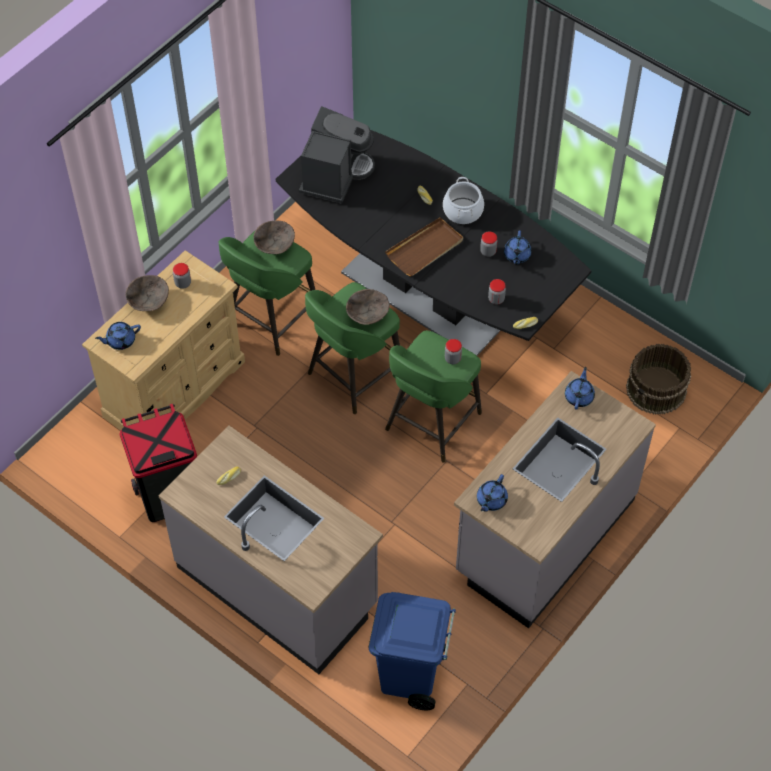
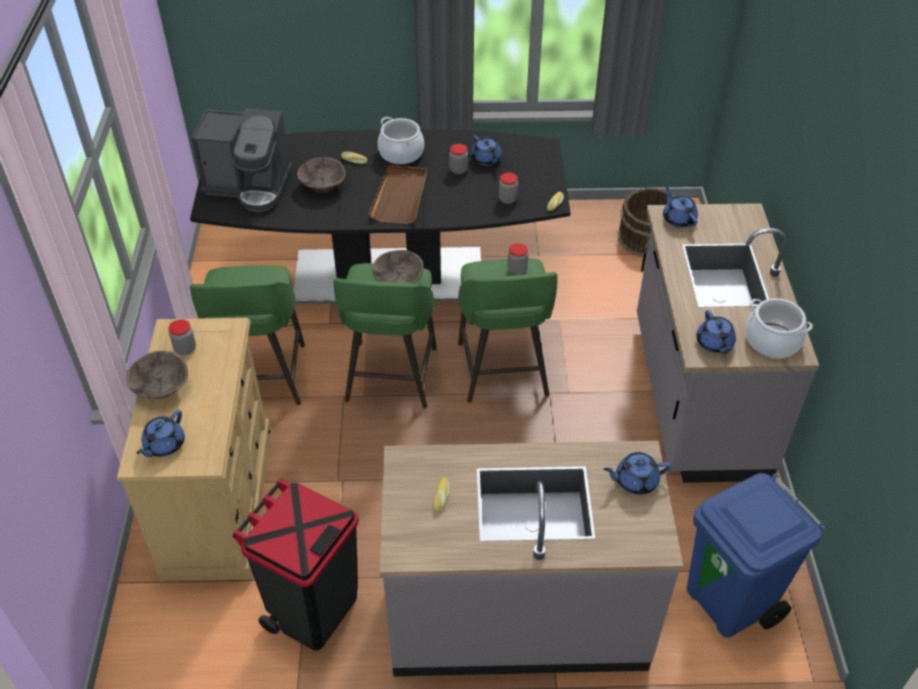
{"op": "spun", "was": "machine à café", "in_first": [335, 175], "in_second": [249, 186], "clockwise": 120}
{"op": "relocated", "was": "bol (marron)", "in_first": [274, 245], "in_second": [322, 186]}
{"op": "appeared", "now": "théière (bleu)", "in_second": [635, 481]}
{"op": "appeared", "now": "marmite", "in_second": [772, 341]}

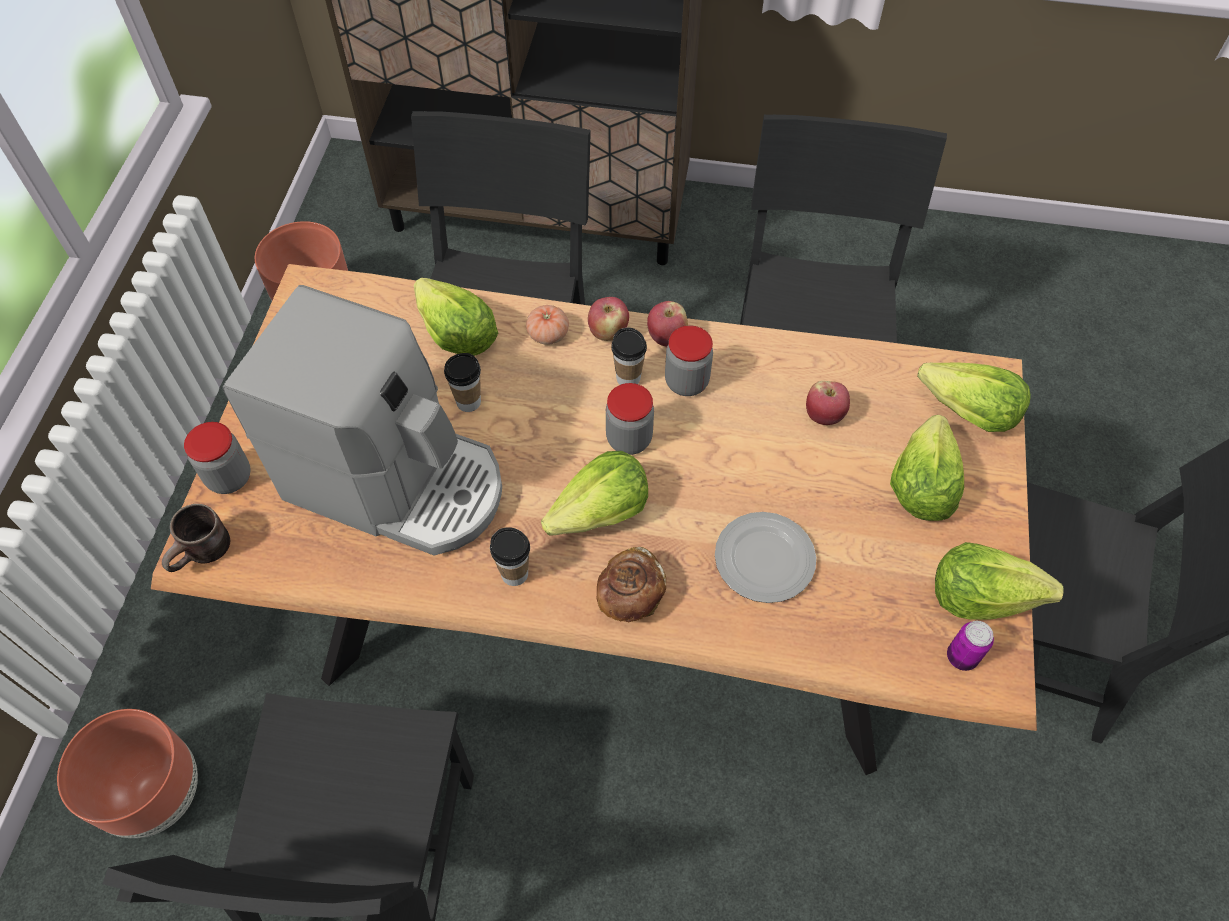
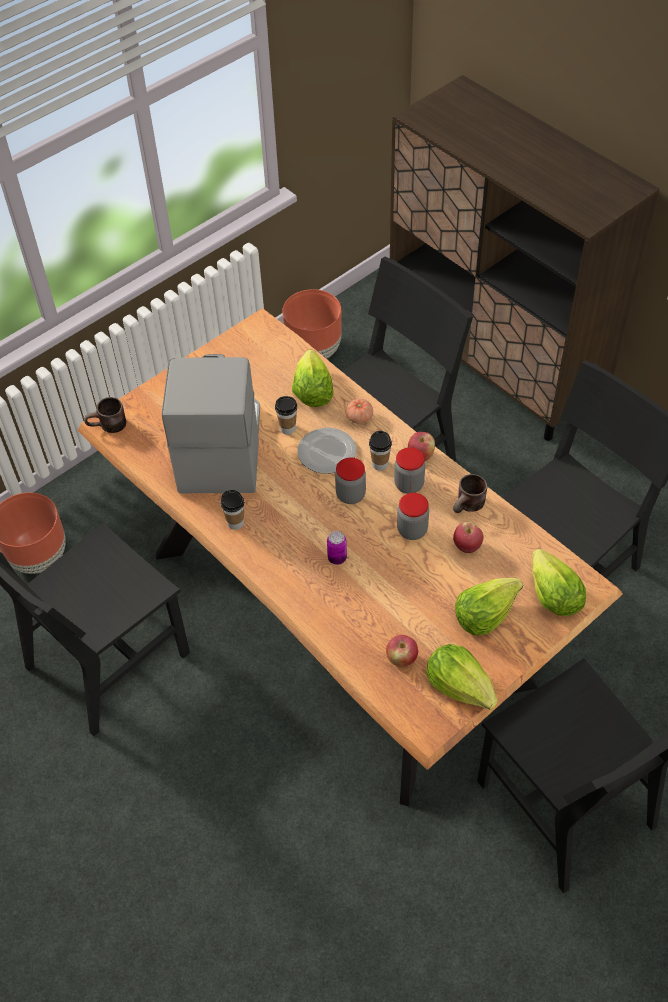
{"op": "spun", "was": "machine à café", "in_first": [397, 482], "in_second": [220, 447], "clockwise": -150}
{"op": "relocated", "was": "assiette", "in_first": [763, 559], "in_second": [326, 452]}
{"op": "relocated", "was": "boîte métallique", "in_first": [961, 657], "in_second": [337, 558]}
{"op": "relocated", "was": "pomme", "in_first": [608, 332], "in_second": [401, 659]}
{"op": "relocated", "was": "bocal", "in_first": [229, 477], "in_second": [412, 530]}
{"op": "appeared", "now": "mug (marron)", "in_second": [469, 507]}
{"op": "missing", "was": "laitue", "in_first": [600, 513]}
{"op": "missing", "was": "pain", "in_first": [630, 596]}

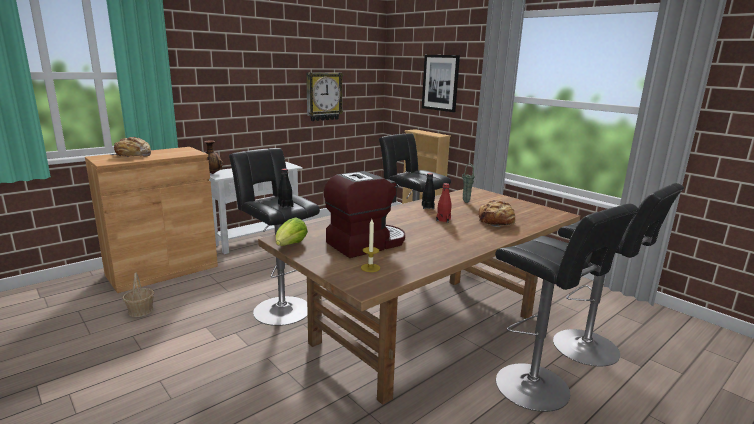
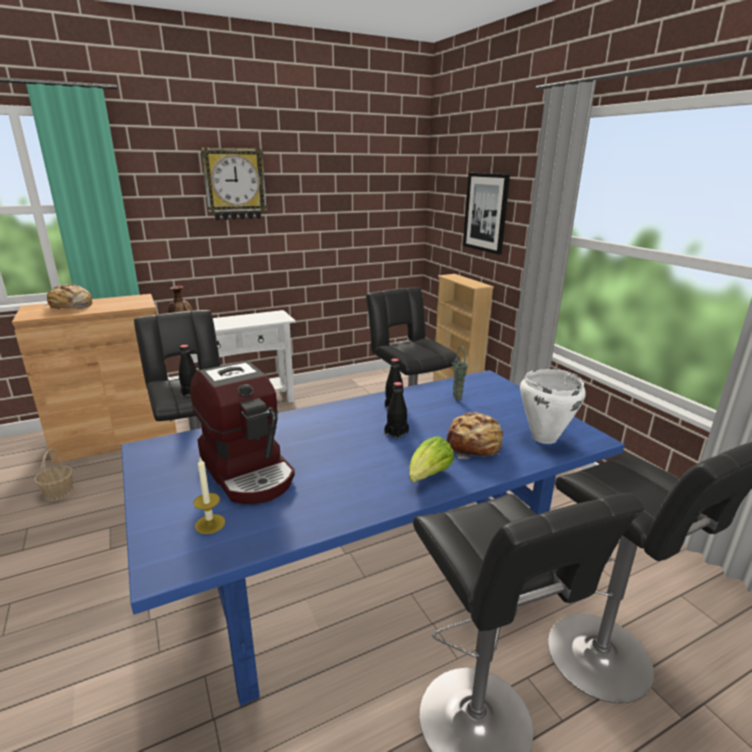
{"op": "colour", "was": "table à manger (marron)", "now": "table à manger (bleu)", "in_first": [428, 328], "in_second": [375, 574]}
{"op": "spun", "was": "machine à café", "in_first": [366, 243], "in_second": [248, 470], "clockwise": 75}
{"op": "relocated", "was": "horloge murale", "in_first": [323, 96], "in_second": [234, 184]}
{"op": "colour", "was": "bouteille (rouge)", "now": "bouteille (noir)", "in_first": [443, 220], "in_second": [396, 433]}
{"op": "relocated", "was": "laitue", "in_first": [290, 246], "in_second": [428, 476]}
{"op": "appeared", "now": "marmite (blanc)", "in_second": [543, 437]}

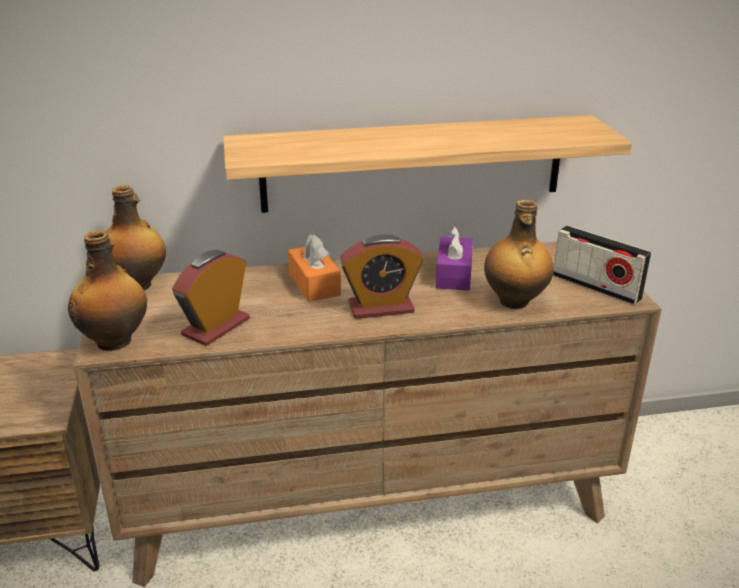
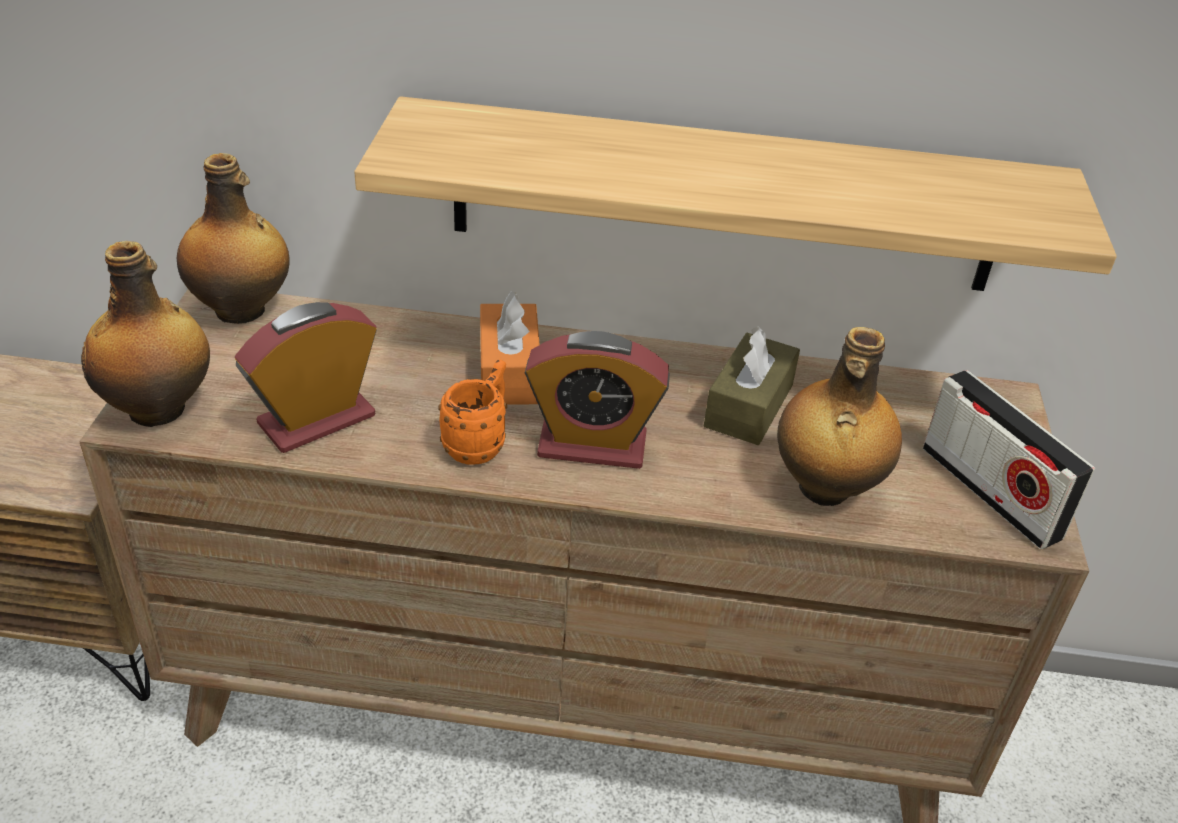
{"op": "appeared", "now": "mug (orange)", "in_second": [479, 443]}
{"op": "colour", "was": "boîte à mouchoirs (violet)", "now": "boîte à mouchoirs (marron)", "in_first": [454, 274], "in_second": [749, 406]}

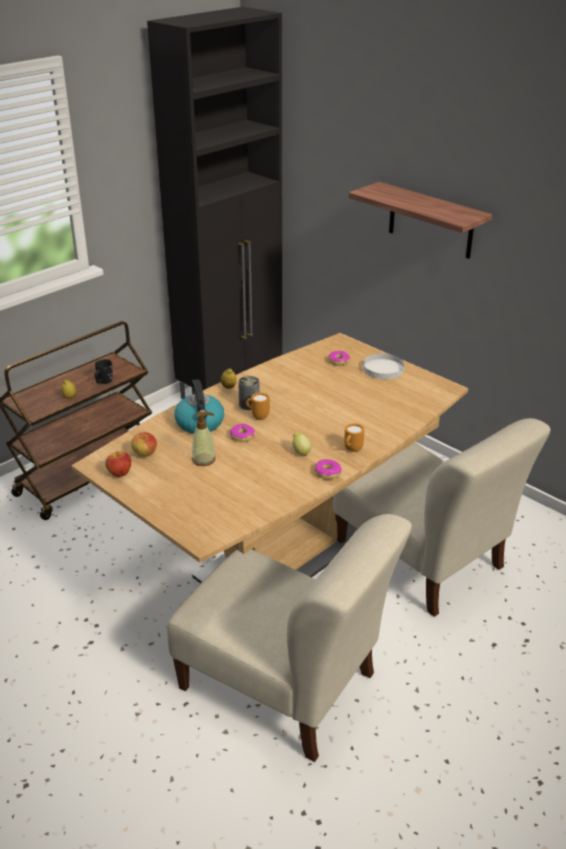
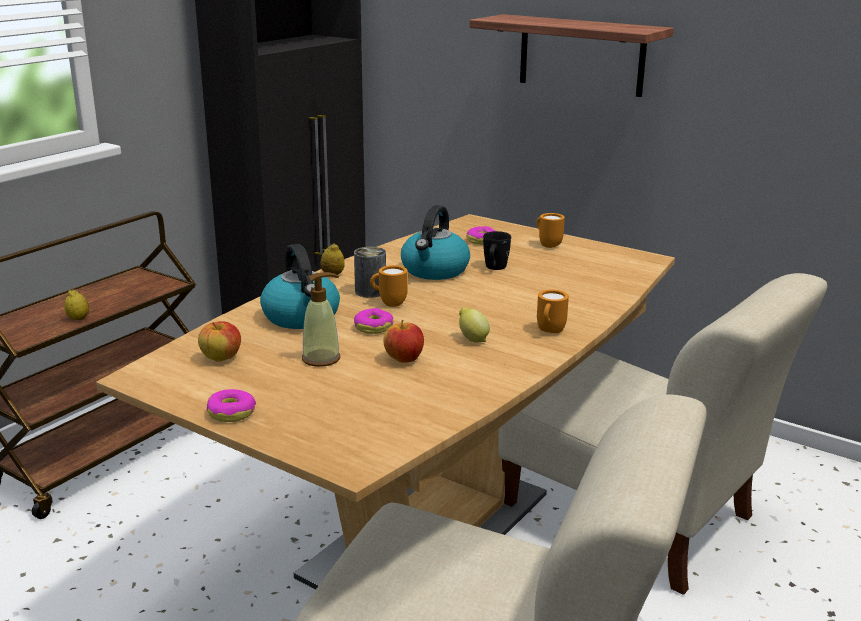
{"op": "relocated", "was": "beignet", "in_first": [328, 473], "in_second": [231, 413]}
{"op": "relocated", "was": "pomme", "in_first": [120, 473], "in_second": [404, 359]}
{"op": "appeared", "now": "bouilloire", "in_second": [435, 270]}
{"op": "relocated", "was": "mug (noir)", "in_first": [103, 382], "in_second": [494, 268]}
{"op": "exchanged", "was": "assiette (blanc)", "now": "mug (orange)", "in_first": [383, 369], "in_second": [547, 245]}

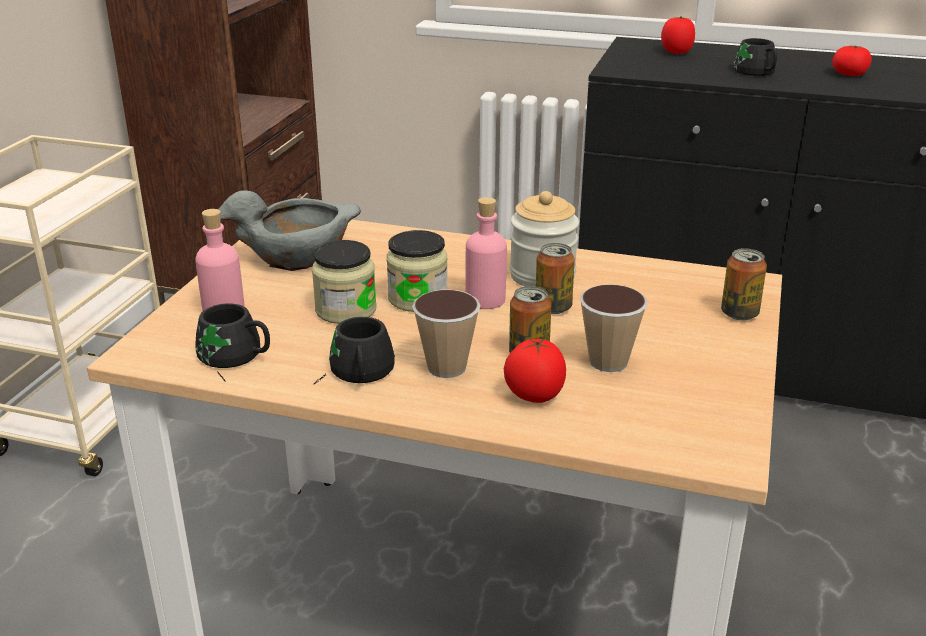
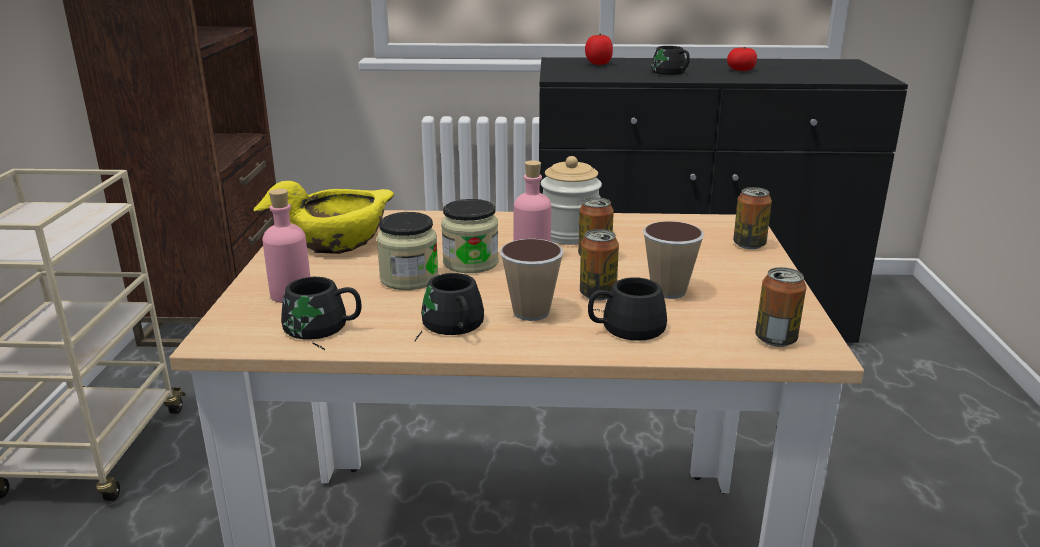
{"op": "colour", "was": "bol (gris)", "now": "bol (jaune)", "in_first": [298, 255], "in_second": [337, 241]}
{"op": "exchanged", "was": "tomate", "now": "mug (noir)", "in_first": [533, 396], "in_second": [623, 325]}
{"op": "appeared", "now": "boîte métallique", "in_second": [776, 339]}

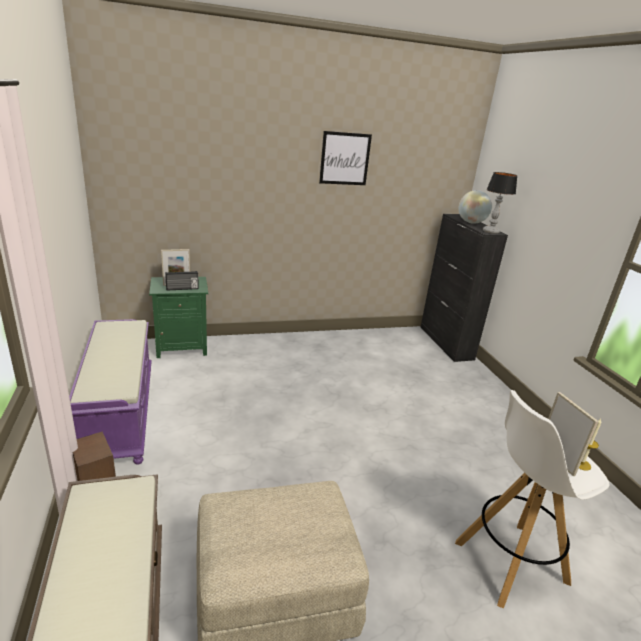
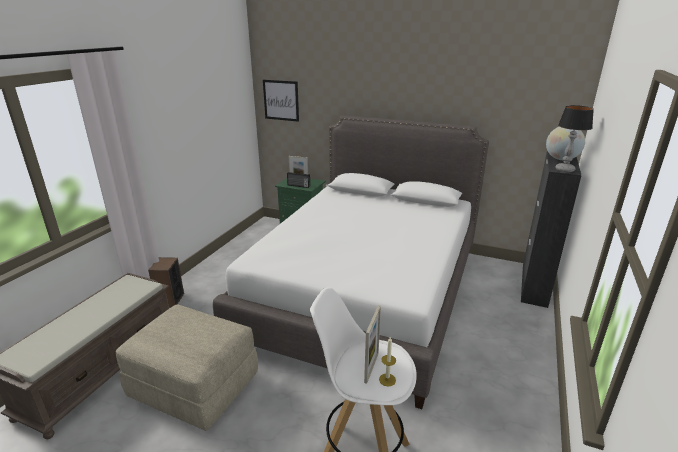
{"op": "appeared", "now": "lit (blanc)", "in_second": [365, 294]}
{"op": "relocated", "was": "tableau", "in_first": [345, 158], "in_second": [281, 100]}
{"op": "missing", "was": "banc (violet)", "in_first": [119, 412]}

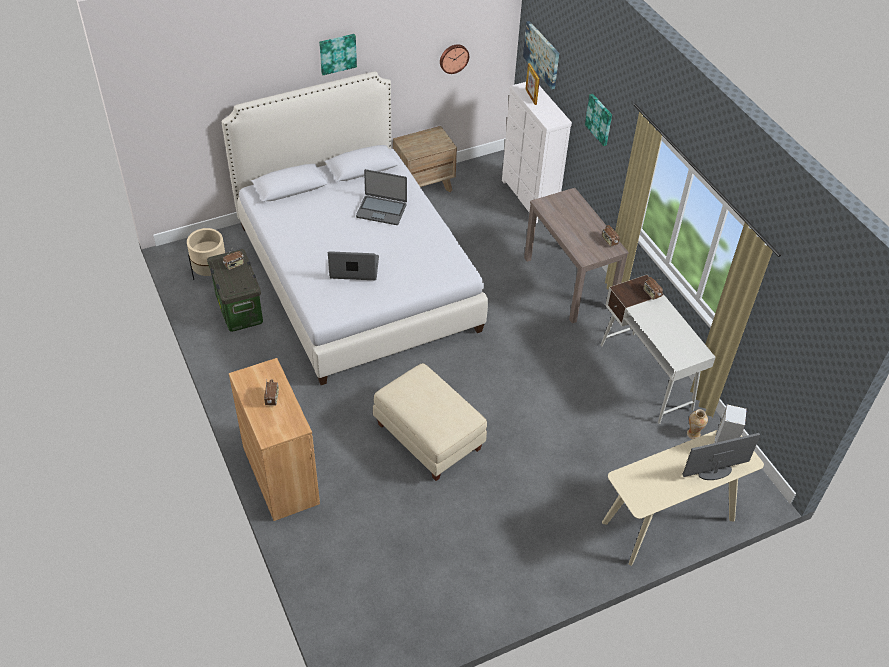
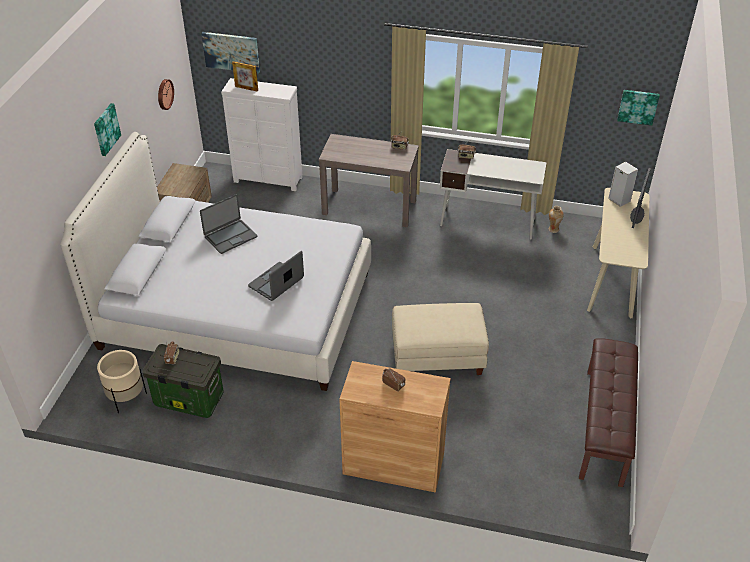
{"op": "appeared", "now": "banc (marron)", "in_second": [605, 426]}
{"op": "relocated", "was": "tableau", "in_first": [599, 119], "in_second": [638, 106]}

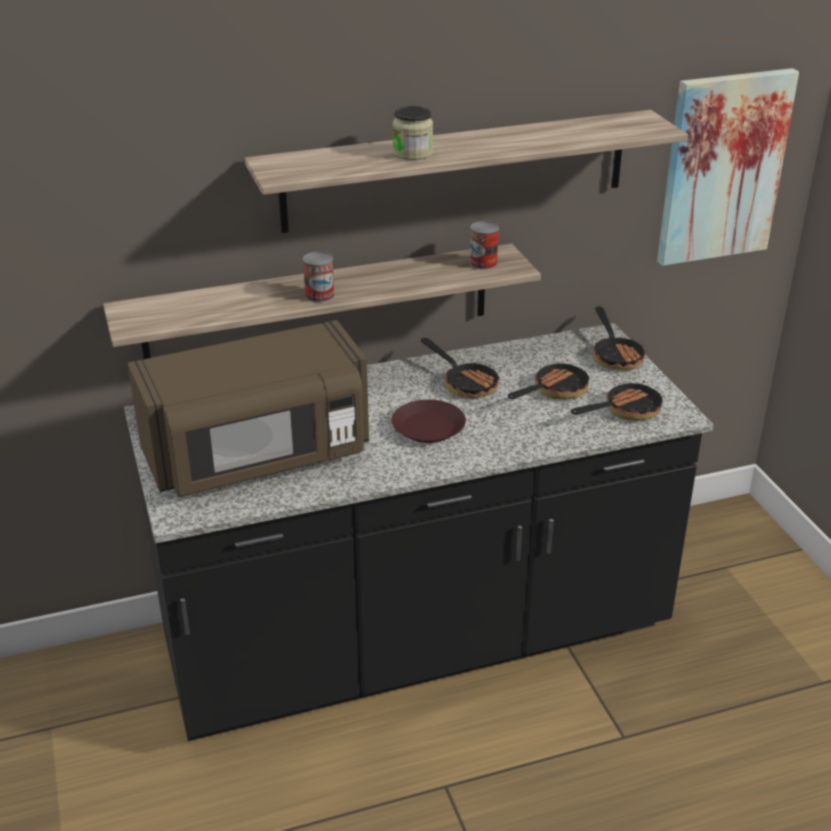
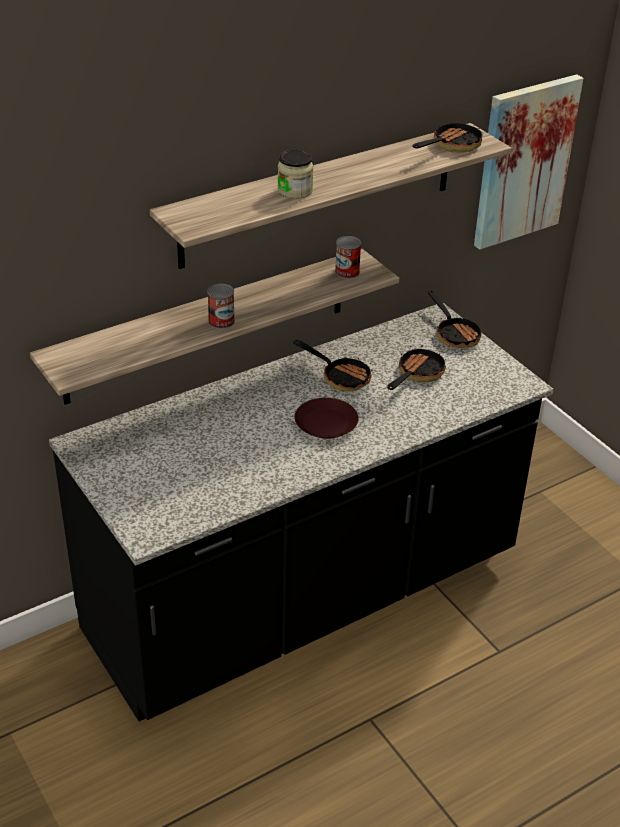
{"op": "relocated", "was": "poêle", "in_first": [625, 411], "in_second": [451, 146]}
{"op": "missing", "was": "micro-ondes (marron)", "in_first": [258, 457]}

